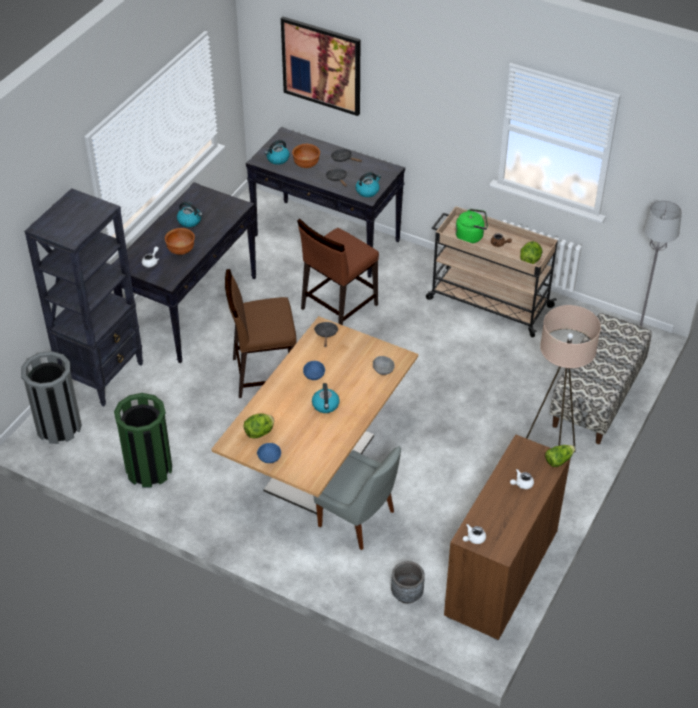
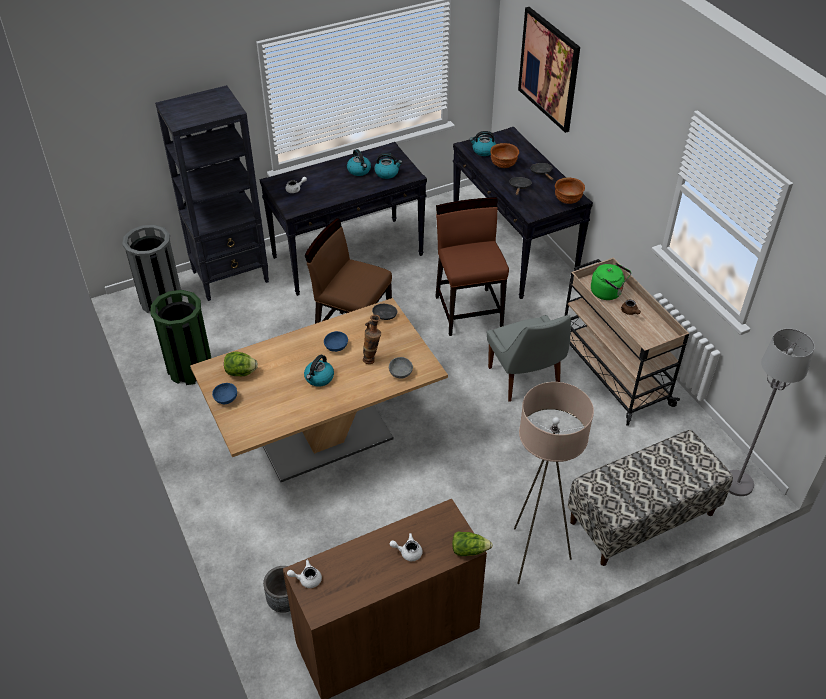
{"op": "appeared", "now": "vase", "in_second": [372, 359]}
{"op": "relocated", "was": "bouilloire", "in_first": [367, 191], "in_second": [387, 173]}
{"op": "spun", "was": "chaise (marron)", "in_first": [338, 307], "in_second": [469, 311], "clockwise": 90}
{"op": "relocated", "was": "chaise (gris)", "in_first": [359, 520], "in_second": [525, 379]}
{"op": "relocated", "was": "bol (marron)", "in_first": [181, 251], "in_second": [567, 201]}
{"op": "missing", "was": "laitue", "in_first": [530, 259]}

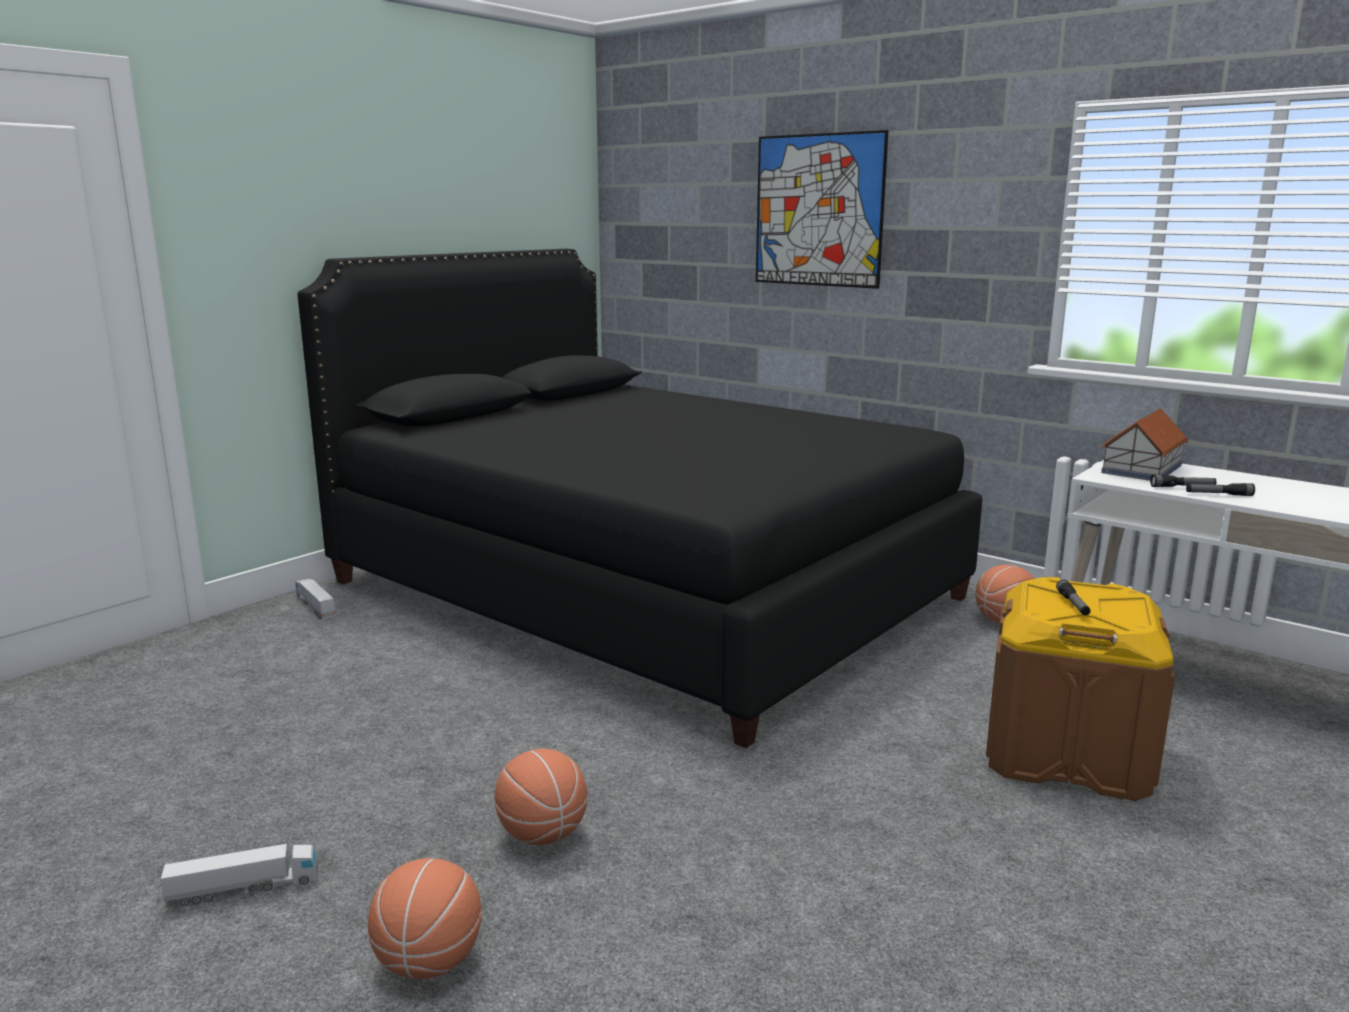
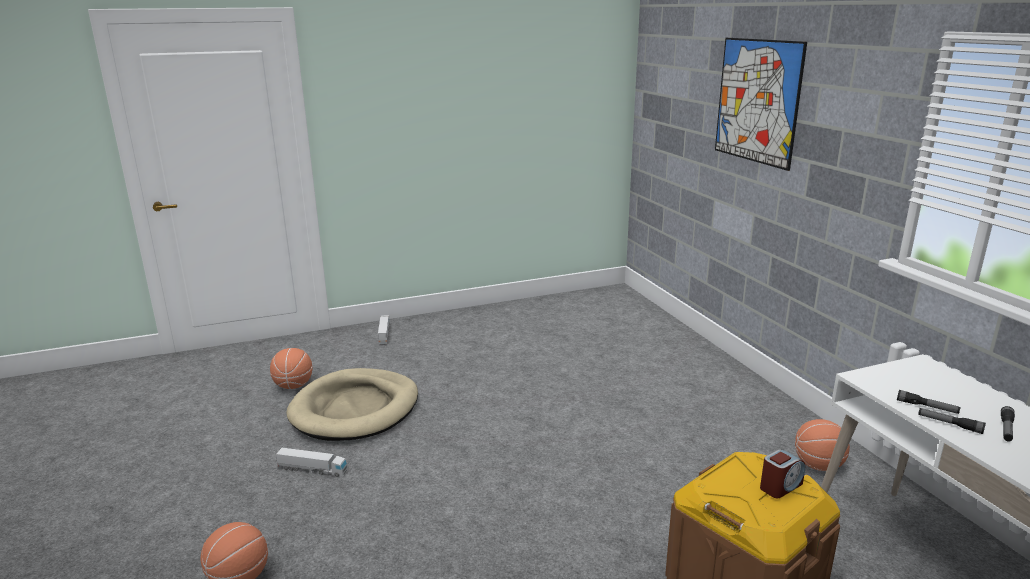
{"op": "relocated", "was": "ballon de basket", "in_first": [543, 835], "in_second": [293, 386]}
{"op": "relocated", "was": "camion jouet", "in_first": [243, 888], "in_second": [312, 469]}
{"op": "appeared", "now": "panier pour chien (beige)", "in_second": [355, 409]}
{"op": "appeared", "now": "réveil", "in_second": [780, 486]}
{"op": "relocated", "was": "lampe de poche", "in_first": [1073, 604], "in_second": [1006, 429]}
{"op": "missing", "was": "lit (noir)", "in_first": [643, 590]}
{"op": "missing", "was": "maison miniature", "in_first": [1140, 469]}

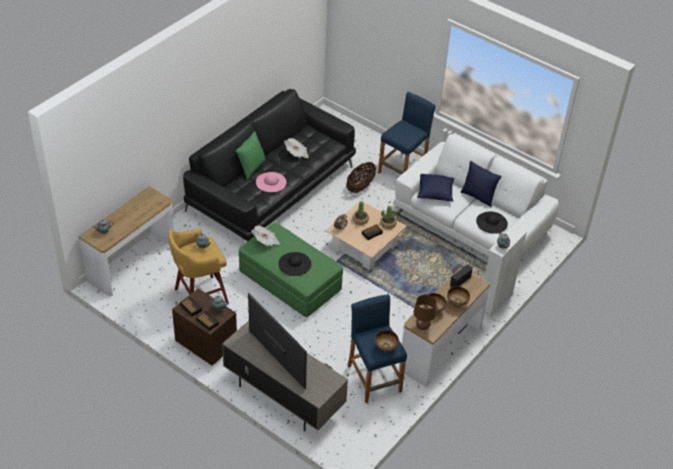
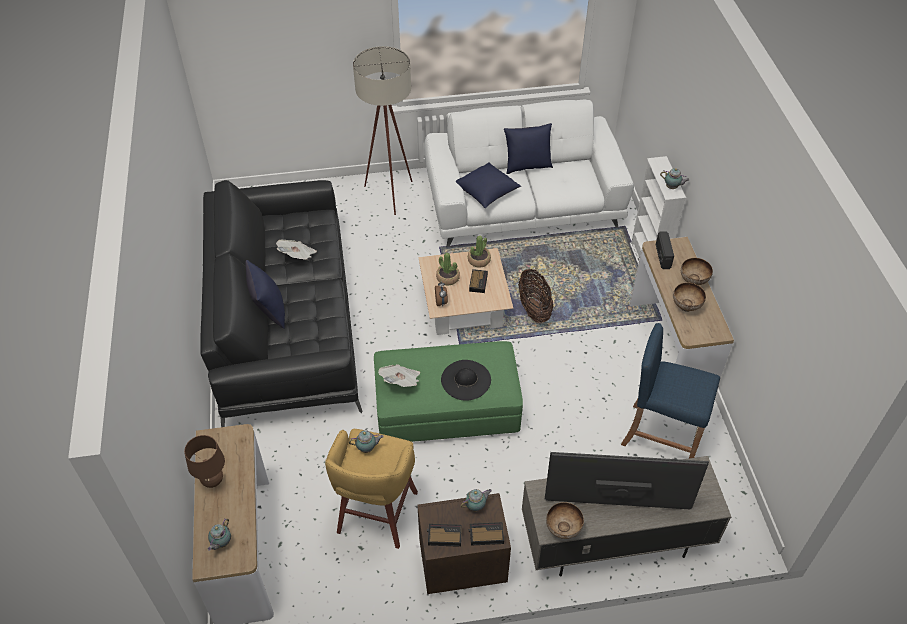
{"op": "relocated", "was": "lampe de table (marron)", "in_first": [422, 327], "in_second": [213, 481]}
{"op": "colour", "was": "coussin (vert)", "now": "coussin (bleu)", "in_first": [251, 168], "in_second": [269, 311]}
{"op": "exchanged", "was": "tabouret (bleu)", "now": "lampadaire (beige)", "in_first": [403, 169], "in_second": [391, 198]}
{"op": "relocated", "was": "panier", "in_first": [360, 187], "in_second": [534, 308]}
{"op": "relocated", "was": "bol", "in_first": [386, 348], "in_second": [563, 529]}
{"op": "missing", "was": "chapeau (rose)", "in_first": [271, 182]}
{"op": "missing", "was": "chapeau (noir)", "in_first": [491, 222]}

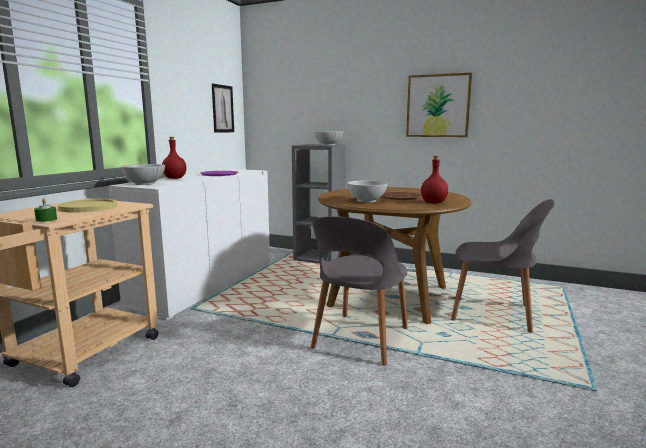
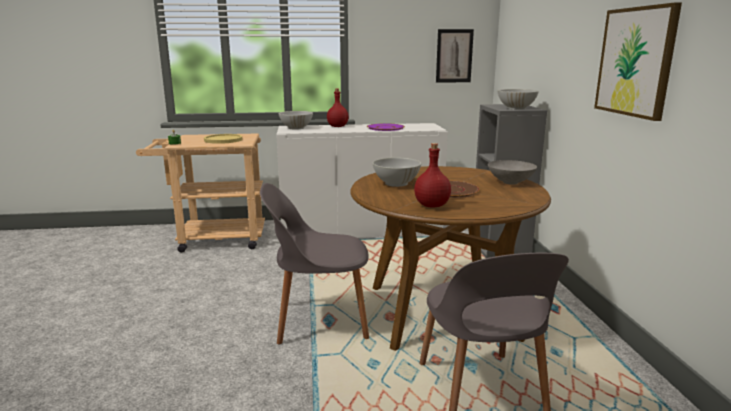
{"op": "appeared", "now": "bol (gris)", "in_second": [509, 182]}

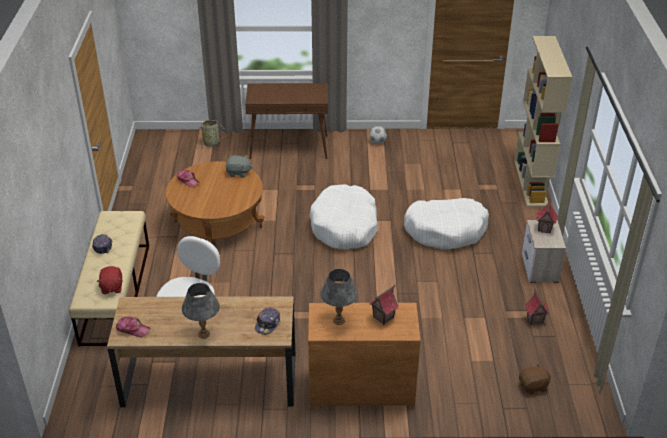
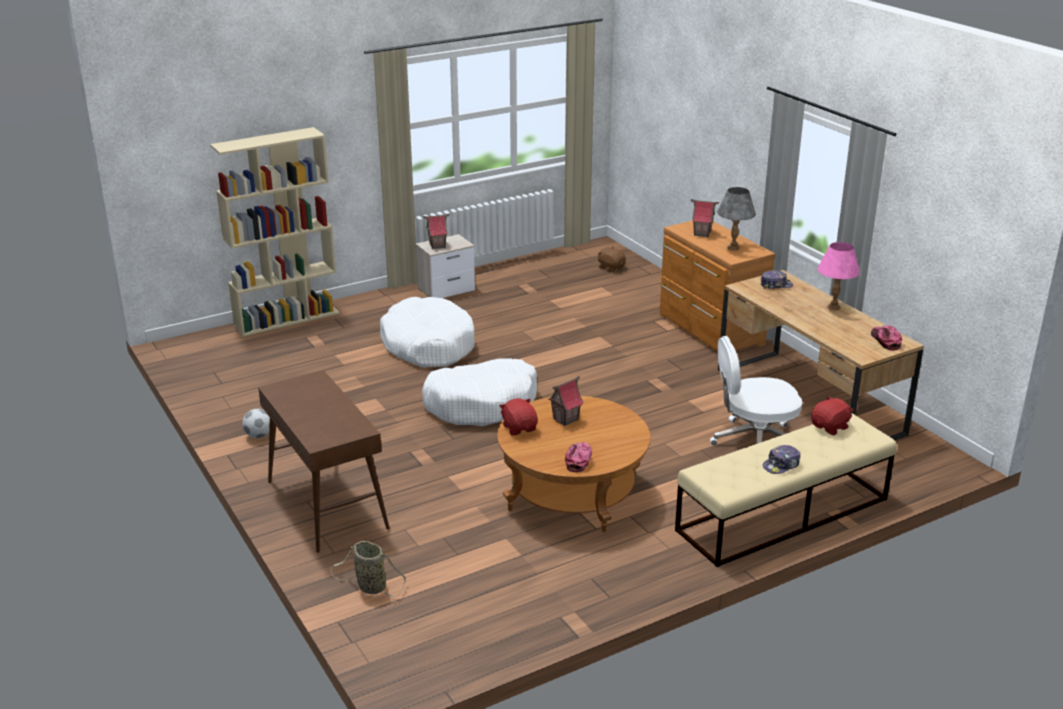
{"op": "colour", "was": "peluche (gris)", "now": "peluche (rouge)", "in_first": [238, 173], "in_second": [519, 428]}
{"op": "relocated", "was": "maison miniature", "in_first": [534, 319], "in_second": [566, 419]}
{"op": "colour", "was": "lampe de table (gris)", "now": "lampe de table (rose)", "in_first": [204, 334], "in_second": [833, 307]}

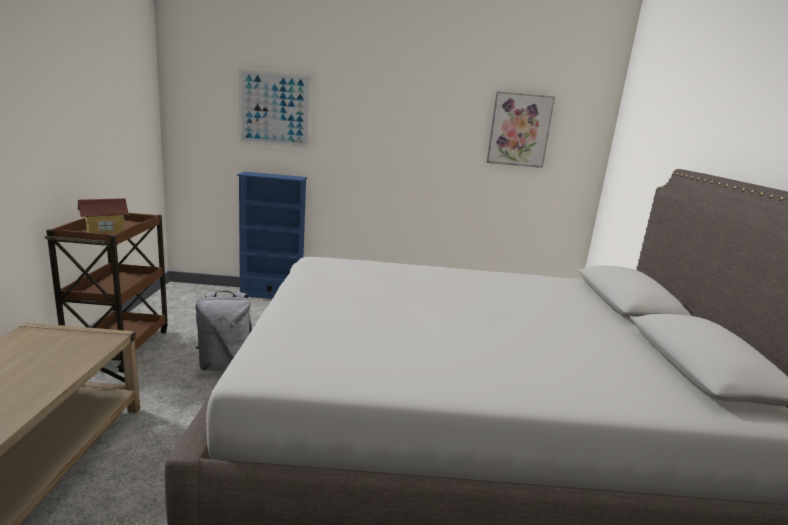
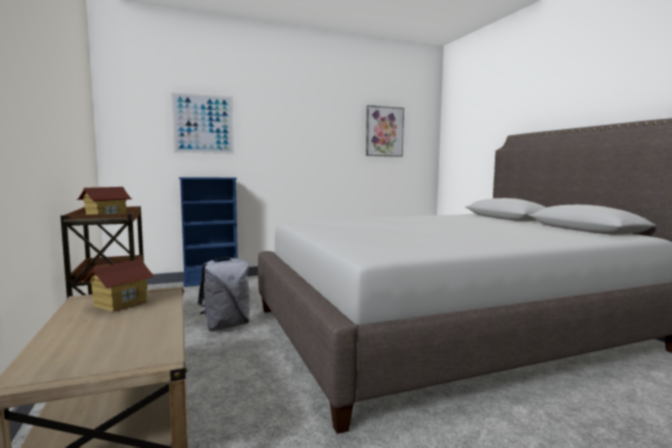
{"op": "appeared", "now": "maison miniature", "in_second": [120, 304]}

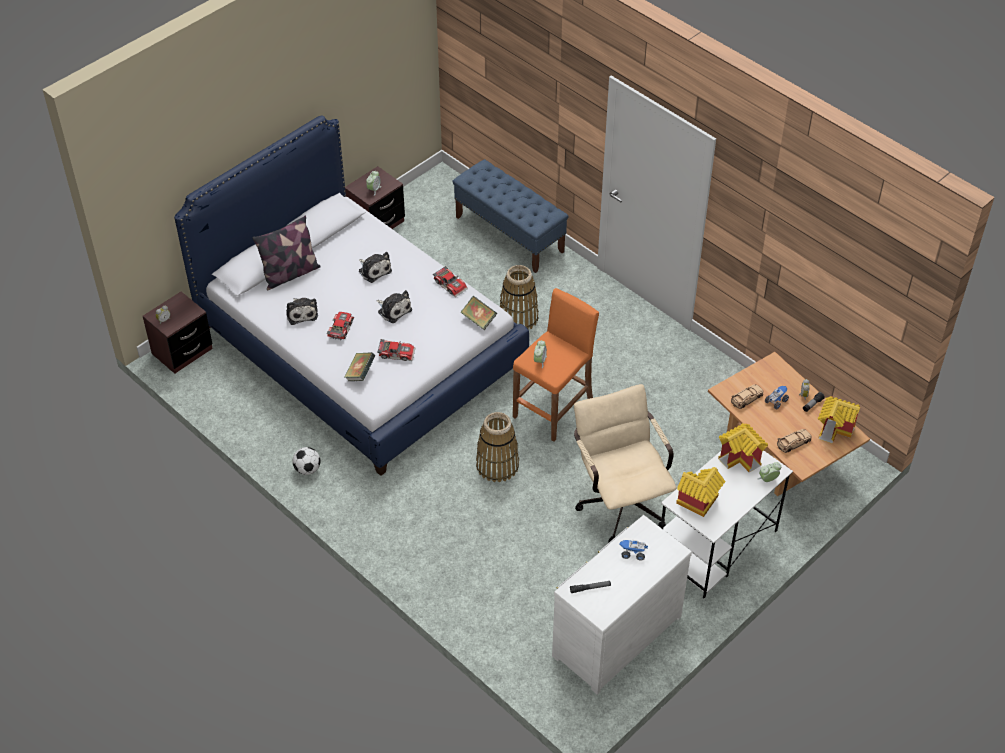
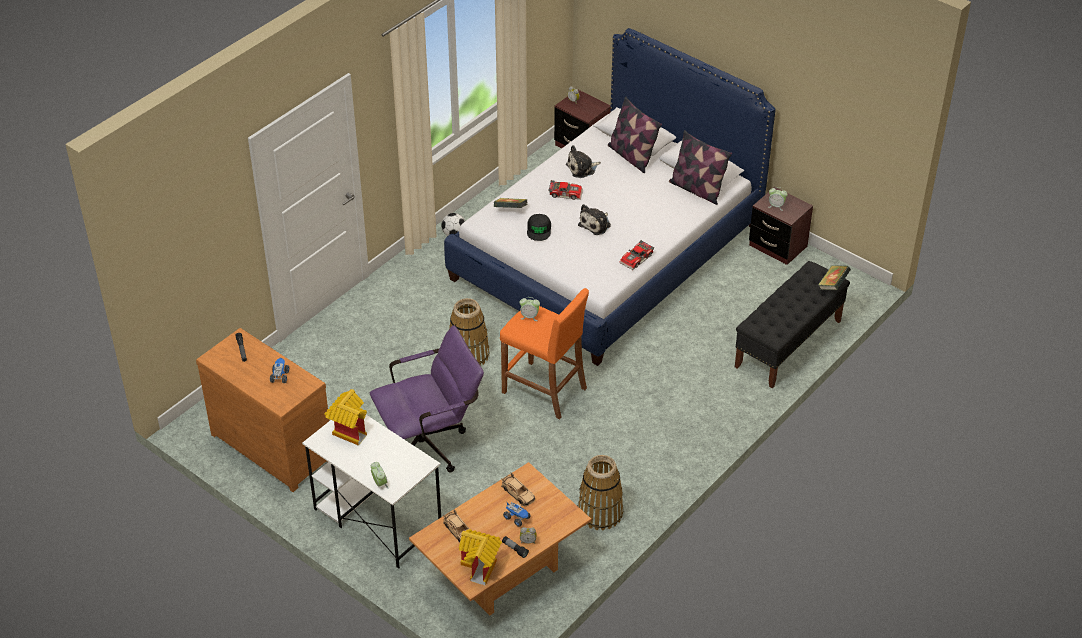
{"op": "colour", "was": "commode (blanc)", "now": "commode (marron)", "in_first": [613, 634], "in_second": [274, 444]}
{"op": "colour", "was": "chaise de bureau (beige)", "now": "chaise de bureau (violet)", "in_first": [620, 501], "in_second": [430, 444]}
{"op": "exchanged", "was": "petite voiture", "now": "casquette (noir)", "in_first": [397, 352], "in_second": [539, 230]}
{"op": "relocated", "was": "panier", "in_first": [518, 317], "in_second": [600, 513]}
{"op": "appeared", "now": "coussin", "in_second": [697, 189]}
{"op": "colour", "was": "banc (bleu)", "now": "banc (noir)", "in_first": [510, 234], "in_second": [788, 344]}
{"op": "relocated", "was": "livre", "in_first": [478, 320], "in_second": [833, 285]}
{"op": "missing", "was": "peluche", "in_first": [374, 270]}
{"op": "missing", "was": "maison miniature", "in_first": [741, 458]}

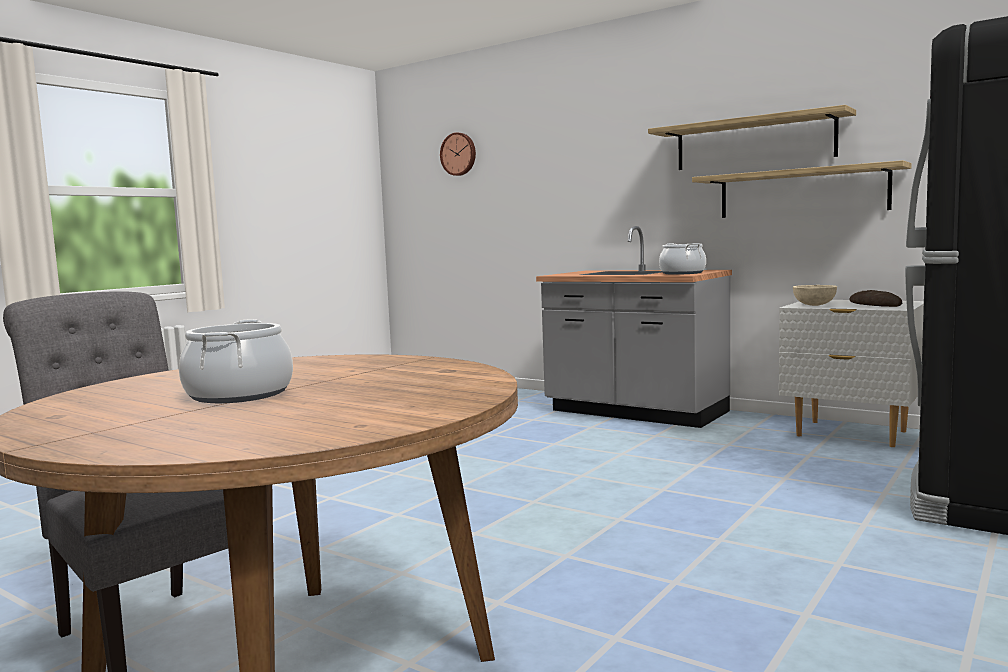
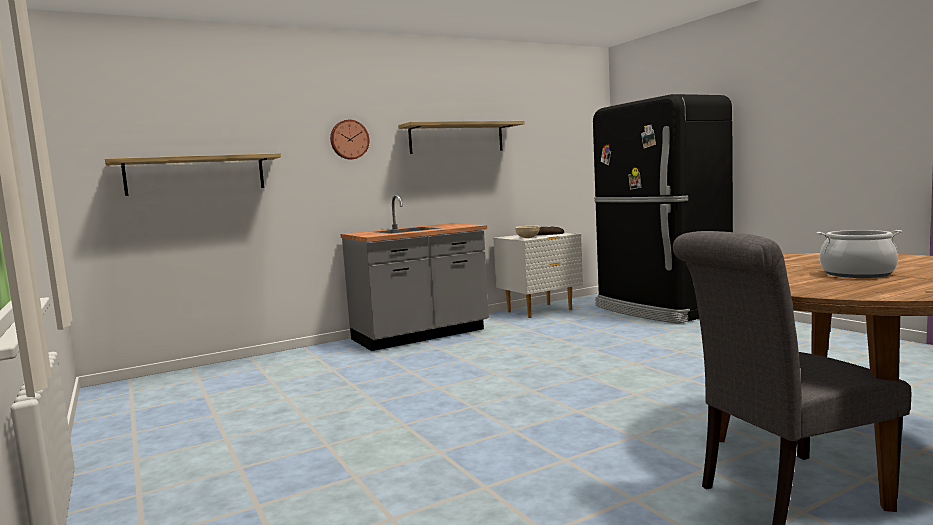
{"op": "relocated", "was": "étagère", "in_first": [802, 192], "in_second": [196, 174]}
{"op": "relocated", "was": "horloge murale", "in_first": [459, 154], "in_second": [349, 139]}
{"op": "missing", "was": "marmite", "in_first": [682, 273]}

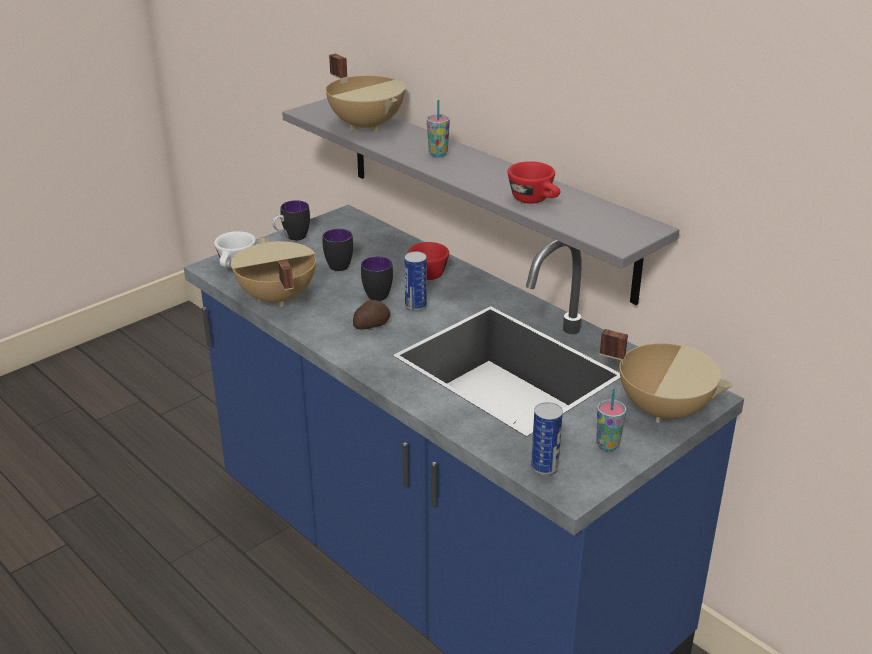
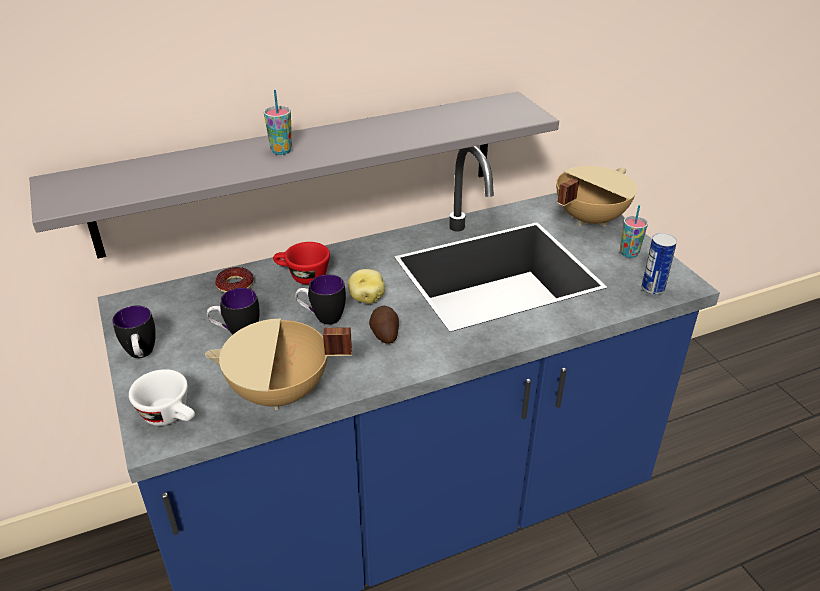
{"op": "appeared", "now": "beignet", "in_second": [235, 285]}
{"op": "exchanged", "was": "boîte métallique", "now": "pomme de terre", "in_first": [416, 306], "in_second": [366, 298]}
{"op": "missing", "was": "marmite (beige)", "in_first": [367, 125]}
{"op": "missing", "was": "tasse (rouge)", "in_first": [535, 200]}

